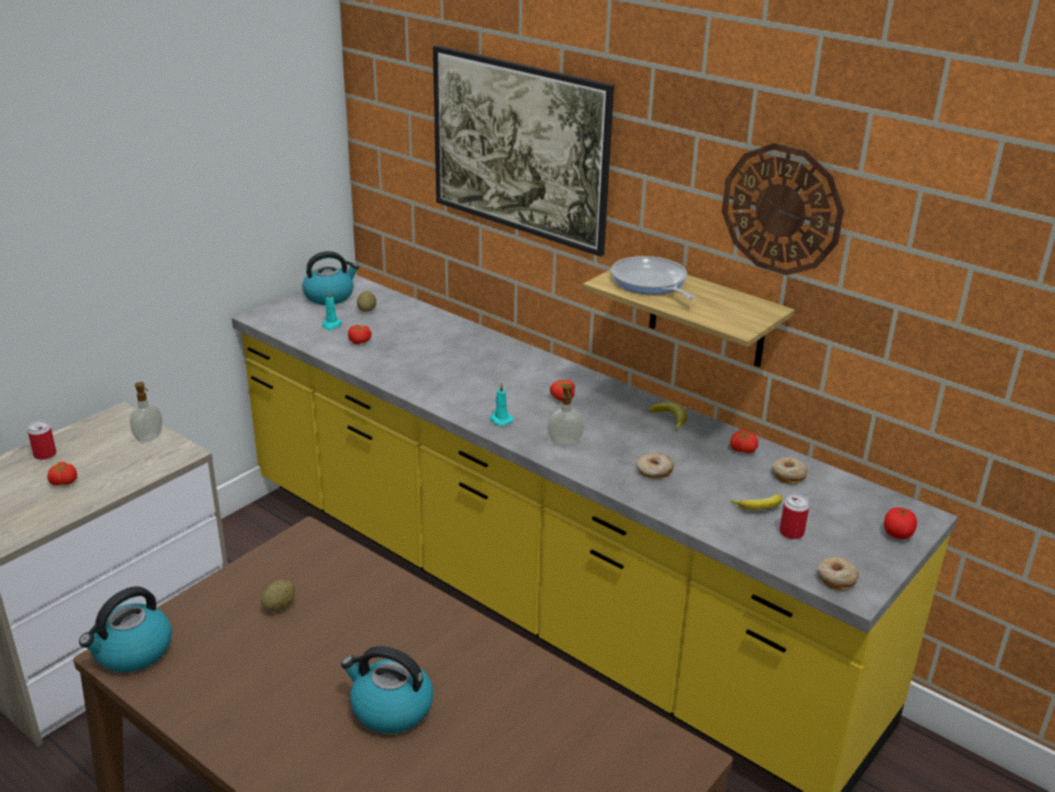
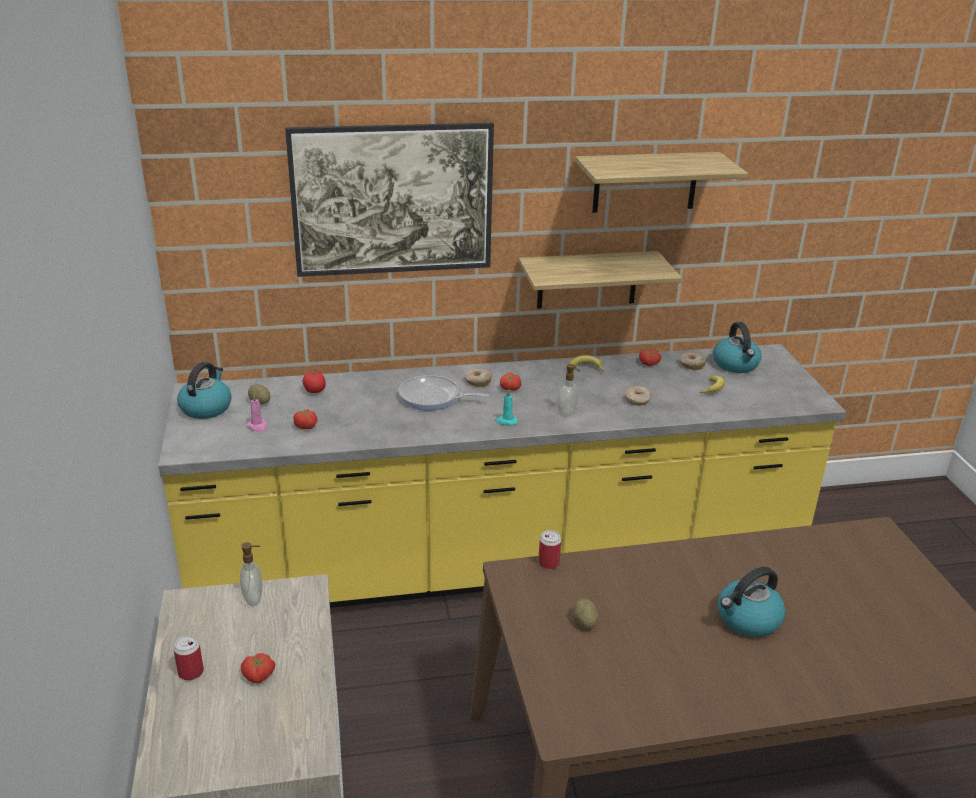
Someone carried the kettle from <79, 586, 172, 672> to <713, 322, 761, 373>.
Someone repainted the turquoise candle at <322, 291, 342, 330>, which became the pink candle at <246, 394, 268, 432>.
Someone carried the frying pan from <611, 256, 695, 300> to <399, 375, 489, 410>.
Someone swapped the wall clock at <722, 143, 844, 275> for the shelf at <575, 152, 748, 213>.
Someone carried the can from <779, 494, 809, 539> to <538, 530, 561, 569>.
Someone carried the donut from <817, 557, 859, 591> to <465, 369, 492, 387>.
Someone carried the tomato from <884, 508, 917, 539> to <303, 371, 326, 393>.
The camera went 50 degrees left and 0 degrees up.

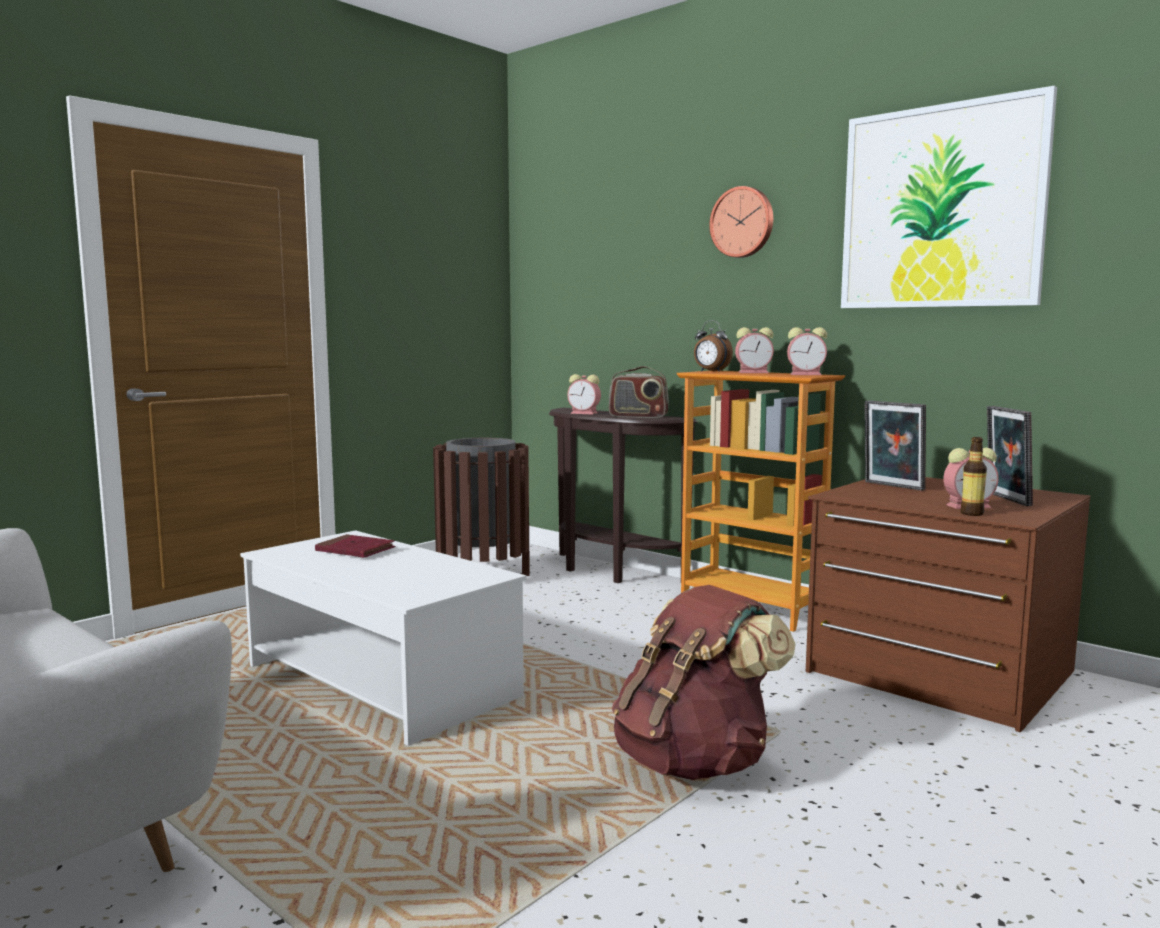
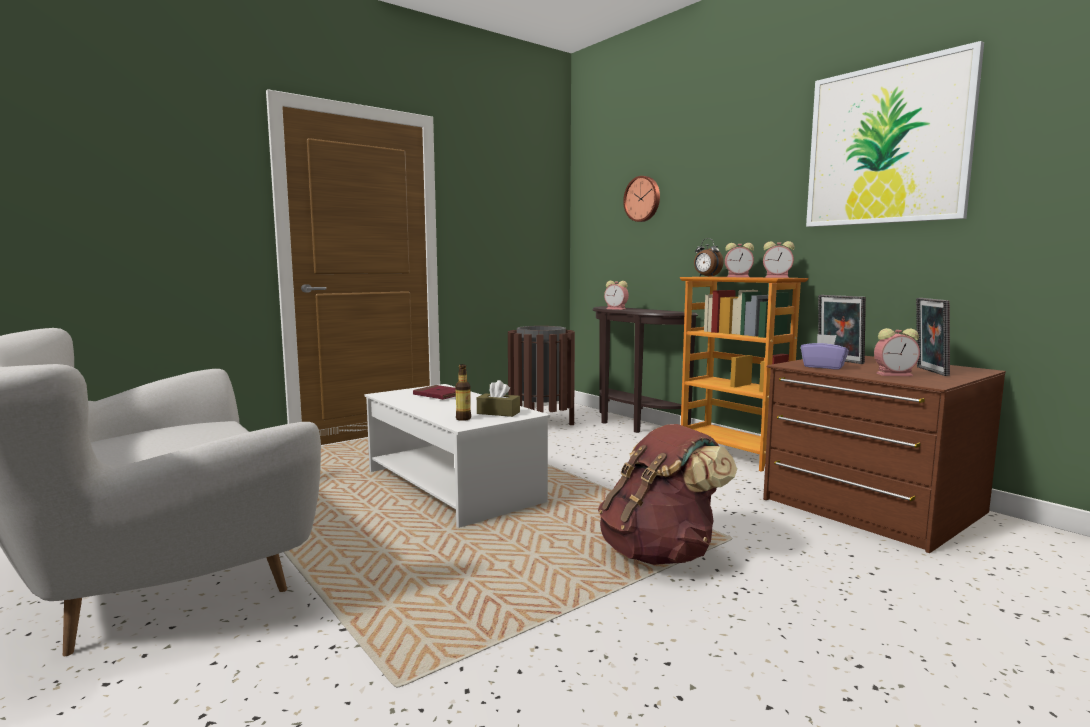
Someone took away the radio at <609, 366, 669, 418>.
Someone carried the wall clock from <709, 186, 773, 258> to <623, 176, 660, 222>.
Someone carried the bottle from <960, 437, 987, 516> to <455, 364, 471, 421>.
Someone put down the brown tissue box at <477, 380, 520, 417>.
Someone put down the purple tissue box at <801, 334, 849, 369>.
The camera went 10 degrees right and 0 degrees up.

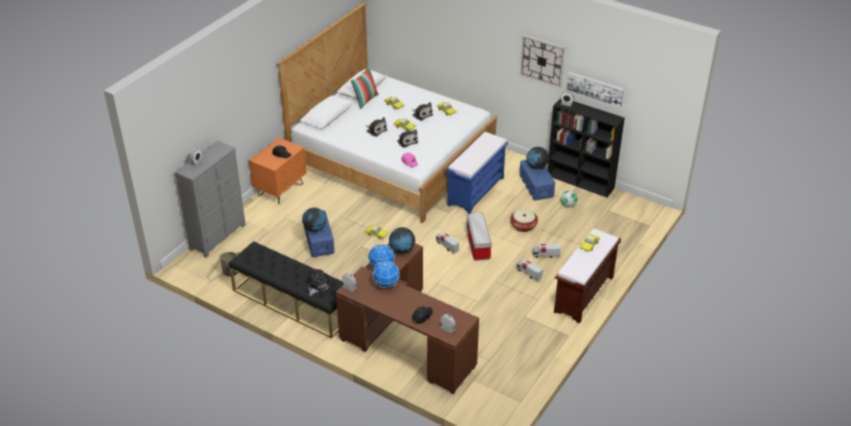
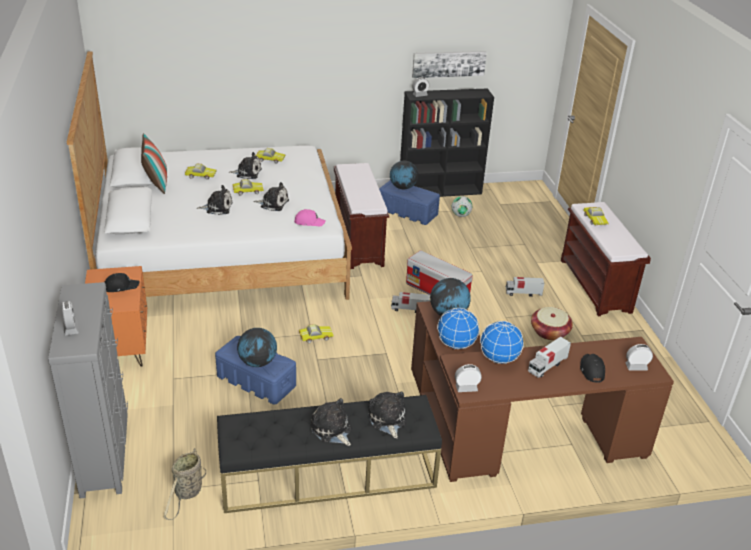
Someone repainted the blue bench at <446, 132, 508, 214>, which became the brown bench at <334, 163, 389, 269>.
Someone carried the basket from <510, 209, 538, 232> to <531, 307, 573, 340>.
Someone took away the wall clock at <520, 35, 565, 88>.
Someone carried the toy truck from <532, 244, 561, 258> to <528, 337, 571, 378>.
Someone put down the plush toy at <310, 398, 352, 446>.
The camera went 45 degrees left and 5 degrees down.

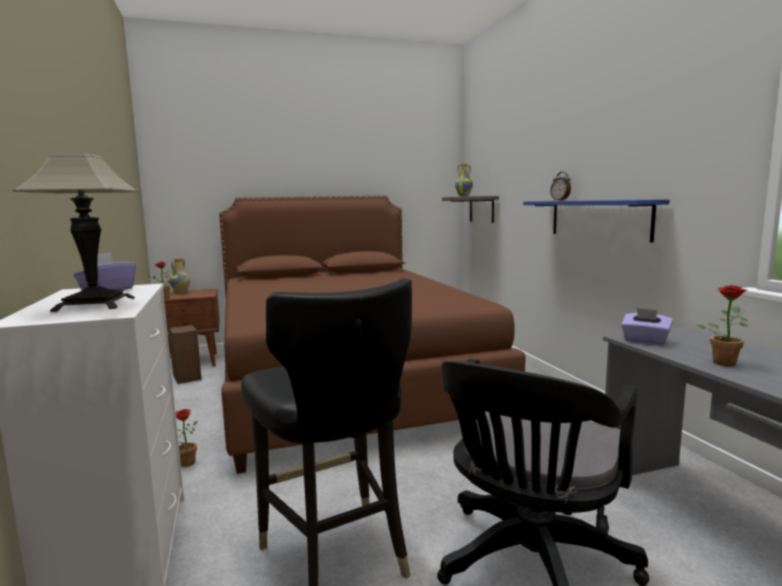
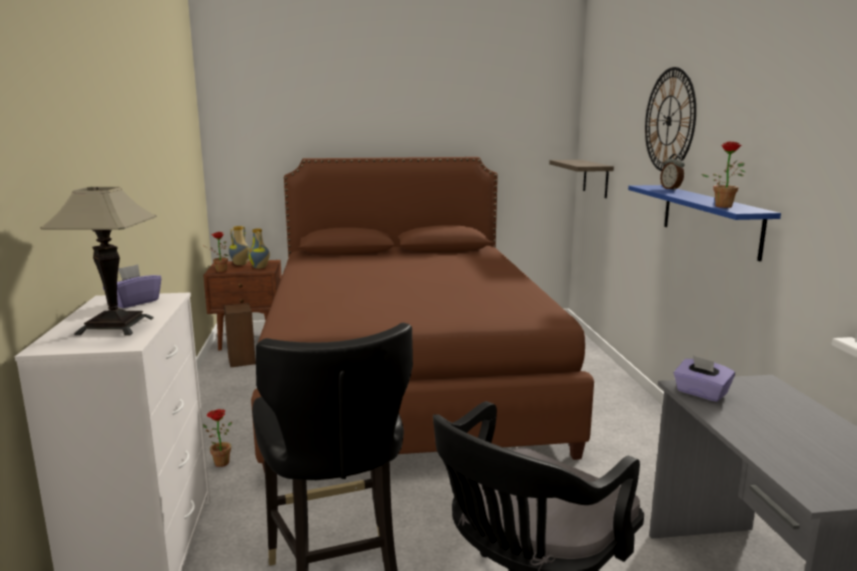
Someone carried the vase from <455, 163, 473, 197> to <248, 228, 270, 269>.
Someone carried the potted plant from <697, 285, 748, 366> to <702, 142, 746, 208>.
Someone put up the wall clock at <645, 67, 696, 171>.
The camera went 10 degrees right and 5 degrees up.

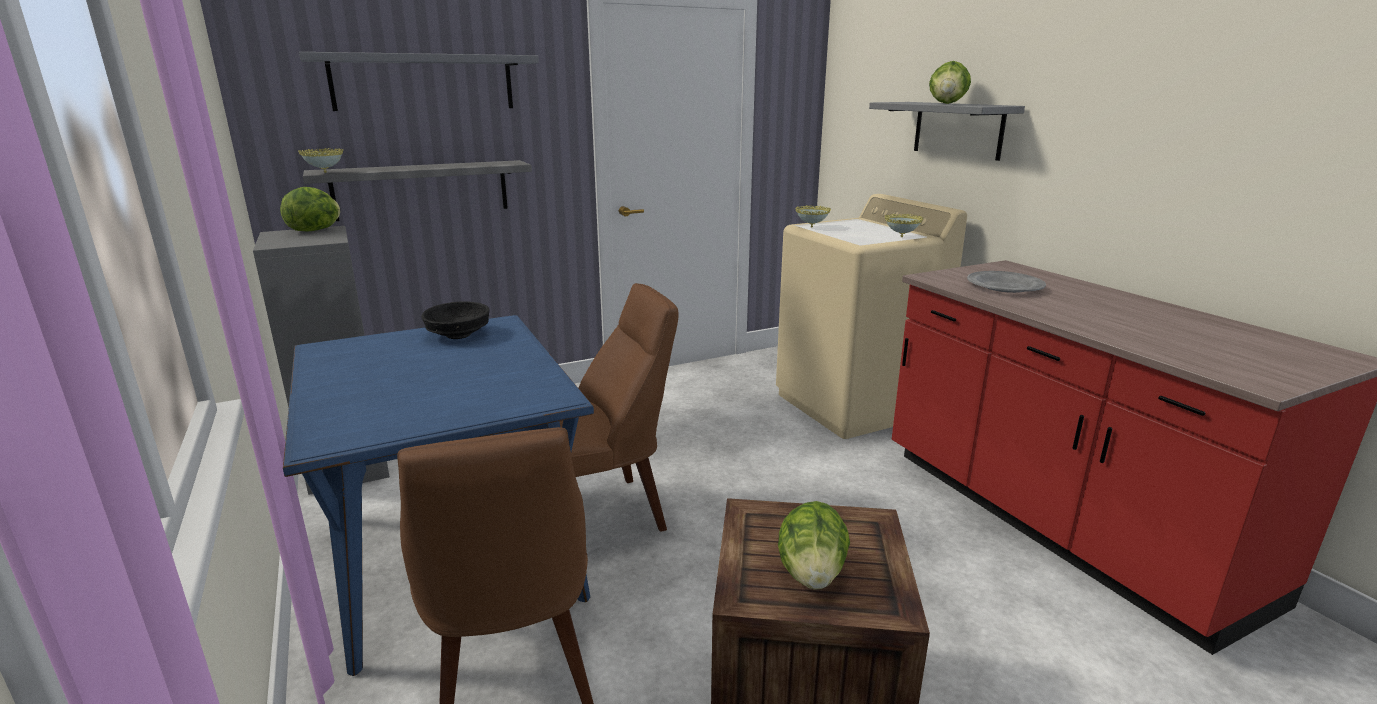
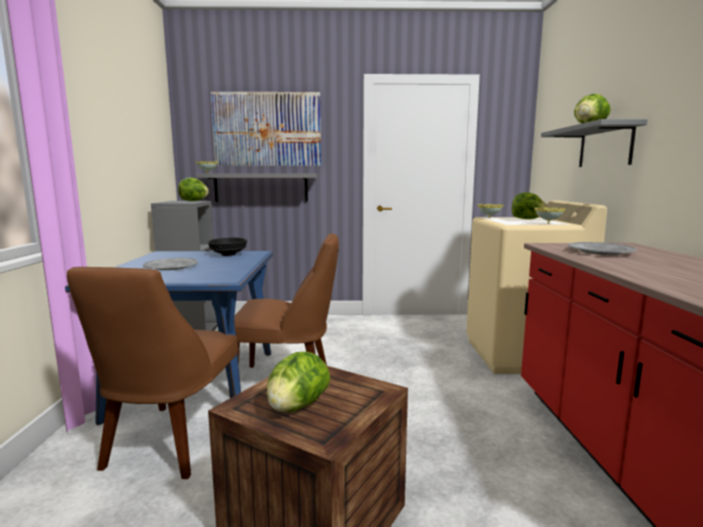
Someone swapped the grey shelf at <299, 52, 539, 111> for the picture at <211, 92, 321, 166>.
Someone put down the grey plate at <143, 258, 198, 270>.
Someone put down the lettuce at <512, 192, 547, 219>.
The camera went 25 degrees right and 10 degrees down.

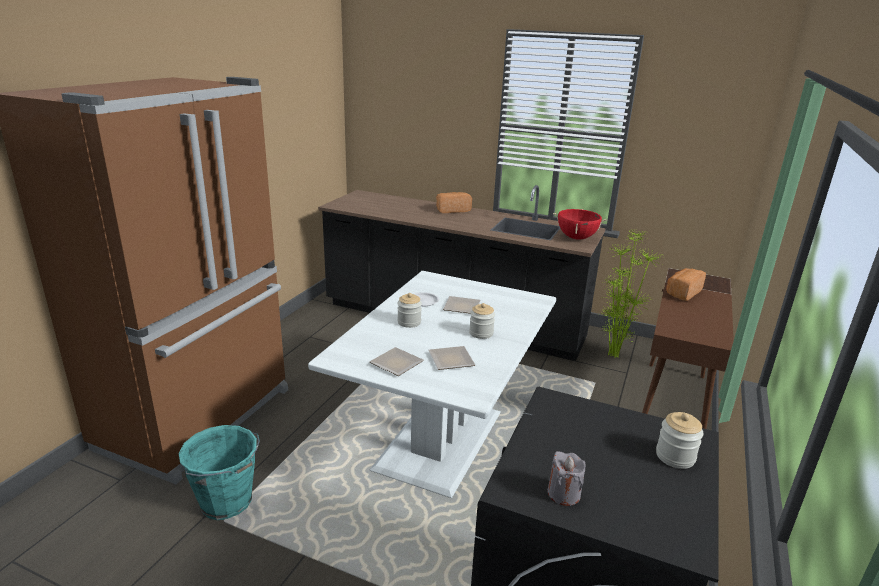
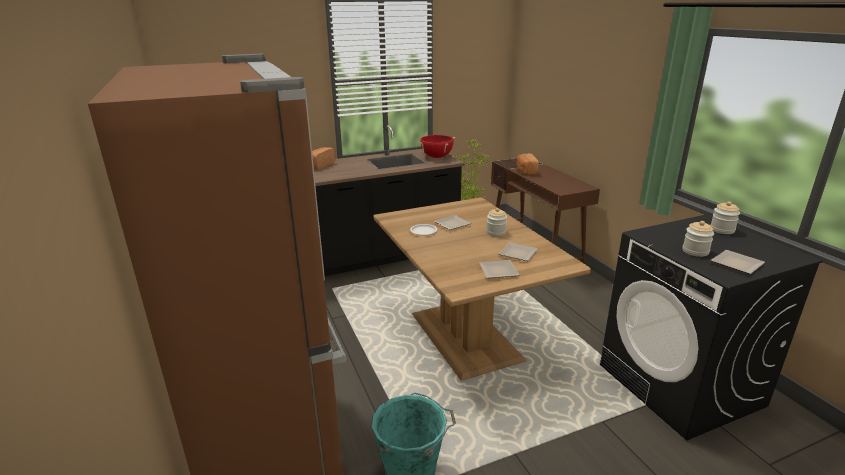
Someone repainted the white dining table at <308, 271, 556, 498>, which became the brown dining table at <374, 197, 591, 381>.
Someone carried the jar from <397, 293, 422, 328> to <683, 221, 714, 257>.
Someone swapped the grey candle at <548, 451, 585, 506> for the plate at <711, 250, 765, 274>.
The camera went 45 degrees left and 0 degrees up.

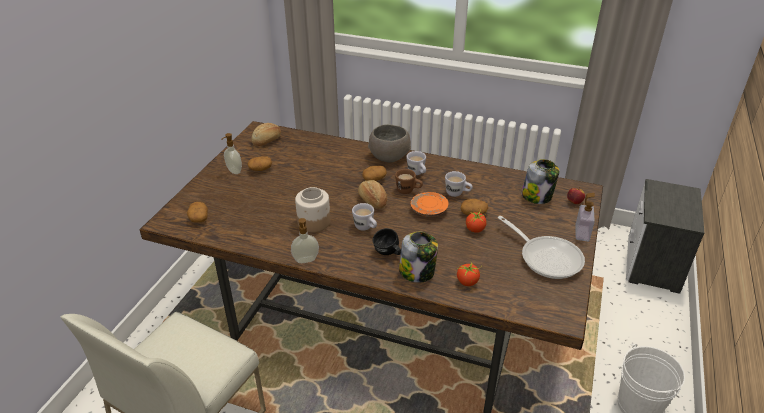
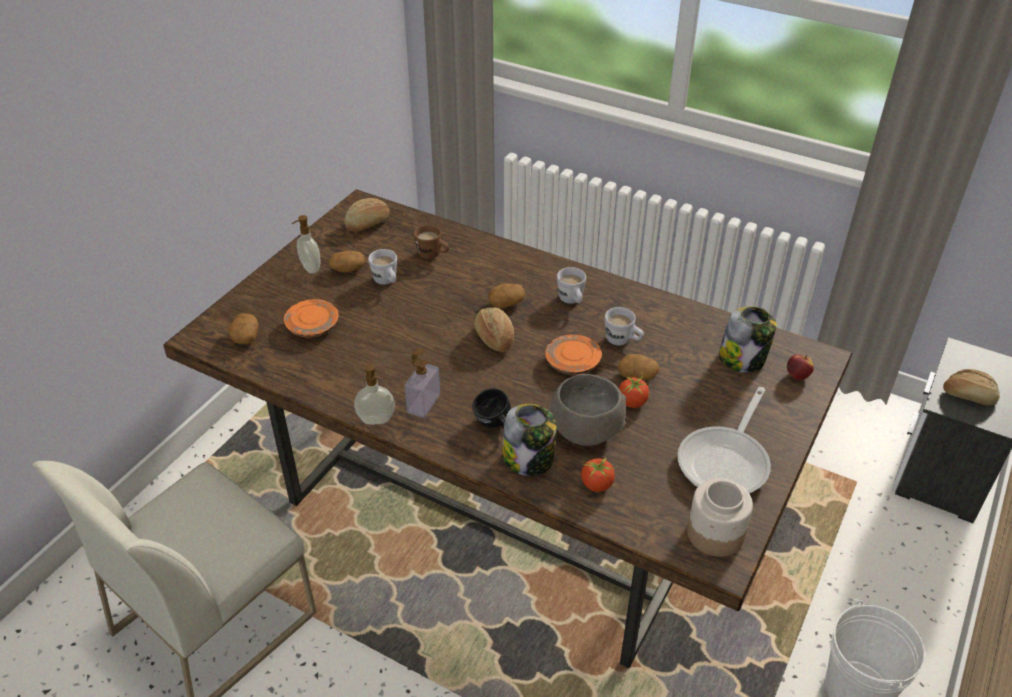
Someone carried the jar from <295, 187, 330, 232> to <687, 478, 753, 557>.
Someone carried the white mug from <352, 203, 377, 231> to <368, 249, 397, 285>.
Someone carried the grey bowl from <368, 124, 411, 162> to <549, 374, 627, 446>.
Someone carried the brown mug from <395, 169, 423, 194> to <413, 225, 449, 259>.
Someone rotated the frying pan at <498, 216, 585, 279> by 60 degrees clockwise.
Someone carried the soap dispenser from <575, 193, 595, 242> to <405, 348, 440, 418>.
Someone put down the orange plate at <284, 299, 339, 338>.
Someone put down the bread at <943, 369, 1000, 405>.
The camera went 10 degrees right and 5 degrees up.

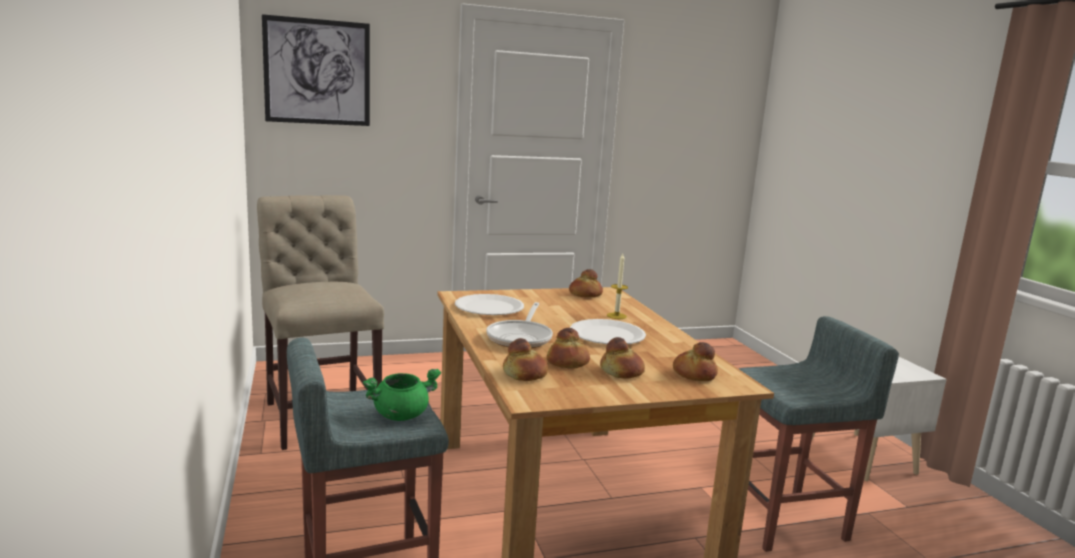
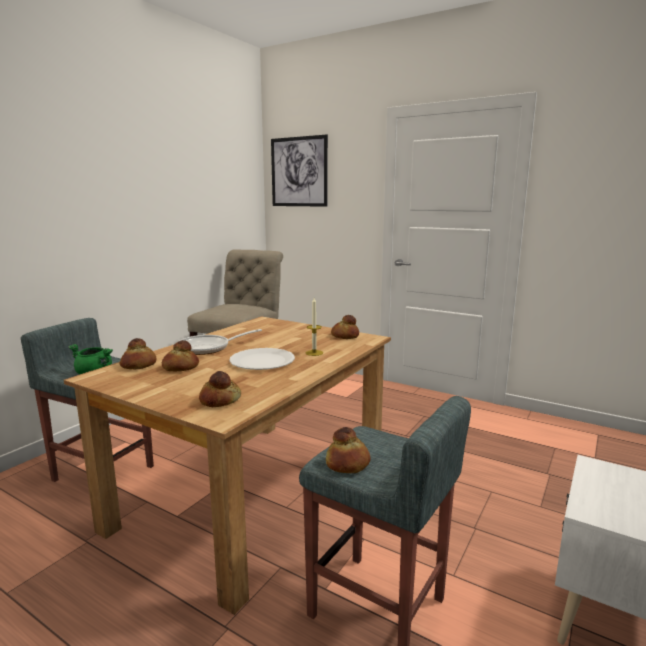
Someone took away the white plate at <455, 294, 524, 315>.
Someone carried the bread from <600, 337, 645, 379> to <326, 427, 371, 473>.
The camera went 50 degrees right and 0 degrees up.

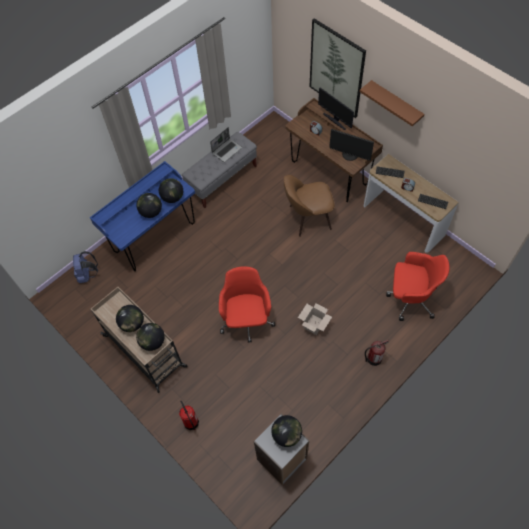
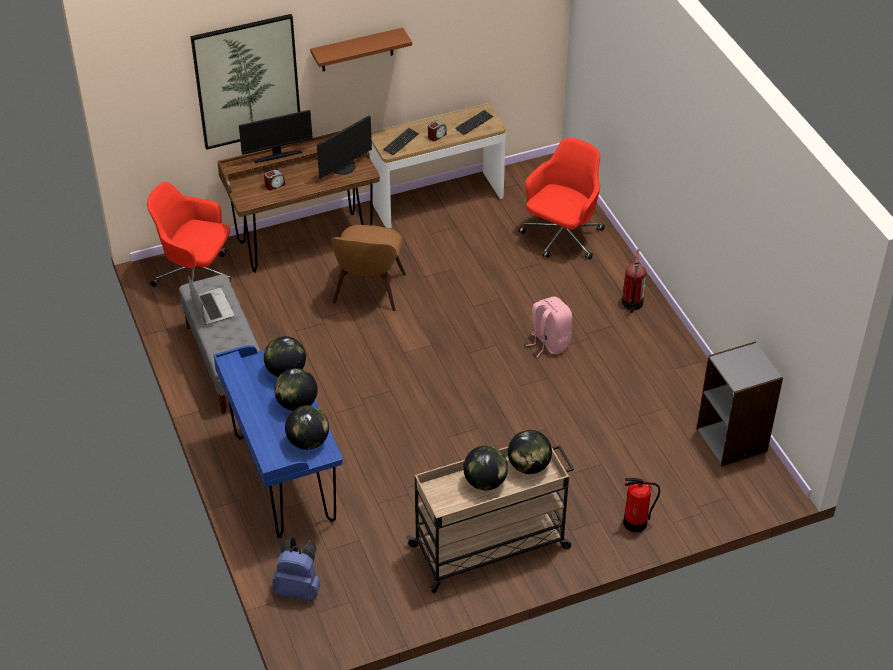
Someone carried the red office chair from <219, 266, 275, 343> to <147, 182, 231, 287>.
Someone carried the globe from <271, 415, 302, 447> to <285, 406, 329, 450>.
Someone swapped the cardboard box at <298, 303, 332, 335> for the pink backpack at <526, 296, 572, 357>.
The camera went 70 degrees left and 15 degrees down.

